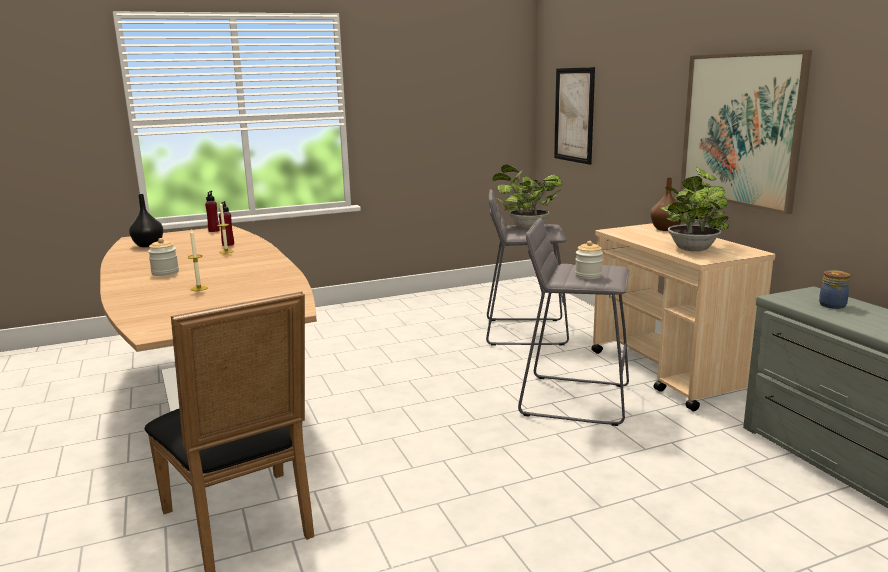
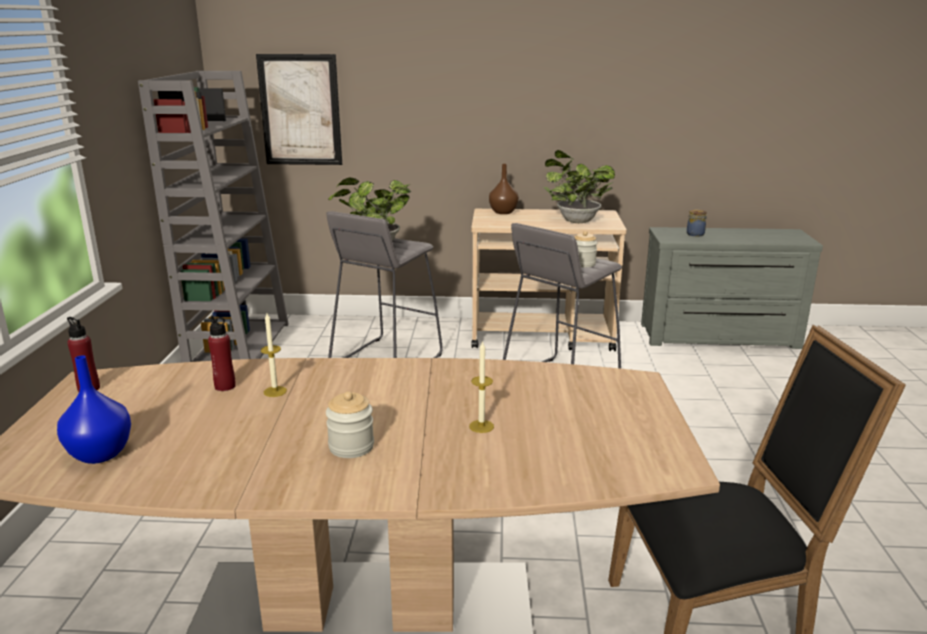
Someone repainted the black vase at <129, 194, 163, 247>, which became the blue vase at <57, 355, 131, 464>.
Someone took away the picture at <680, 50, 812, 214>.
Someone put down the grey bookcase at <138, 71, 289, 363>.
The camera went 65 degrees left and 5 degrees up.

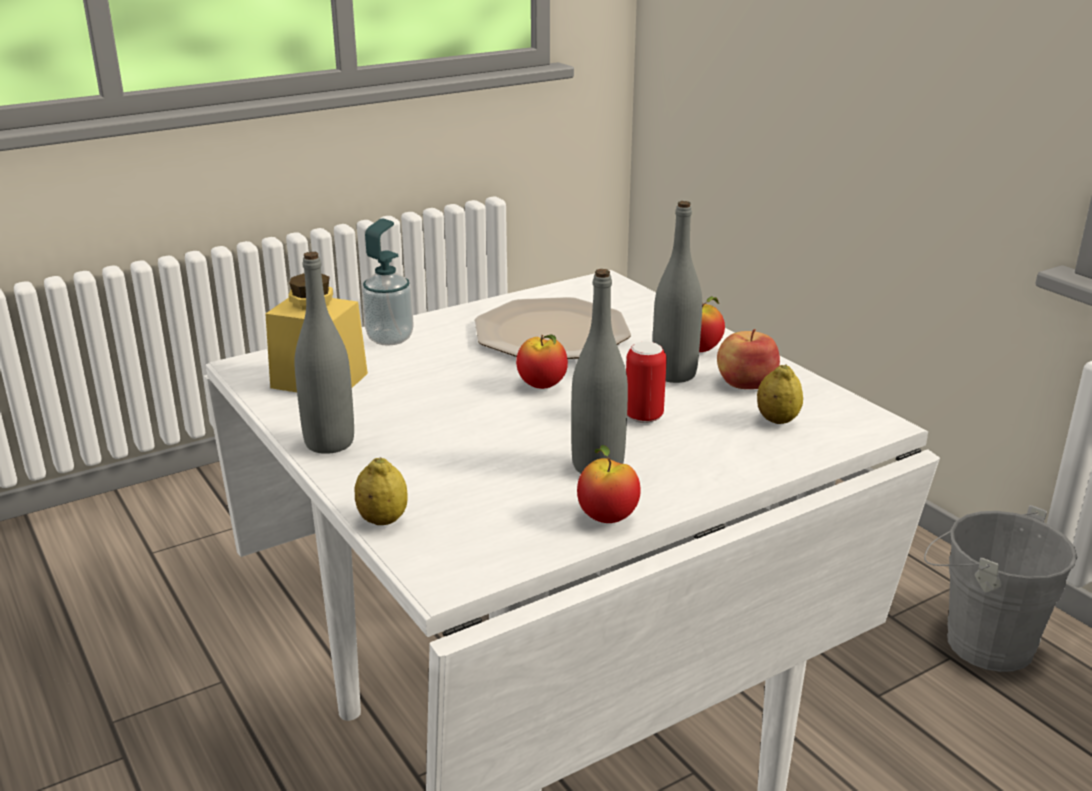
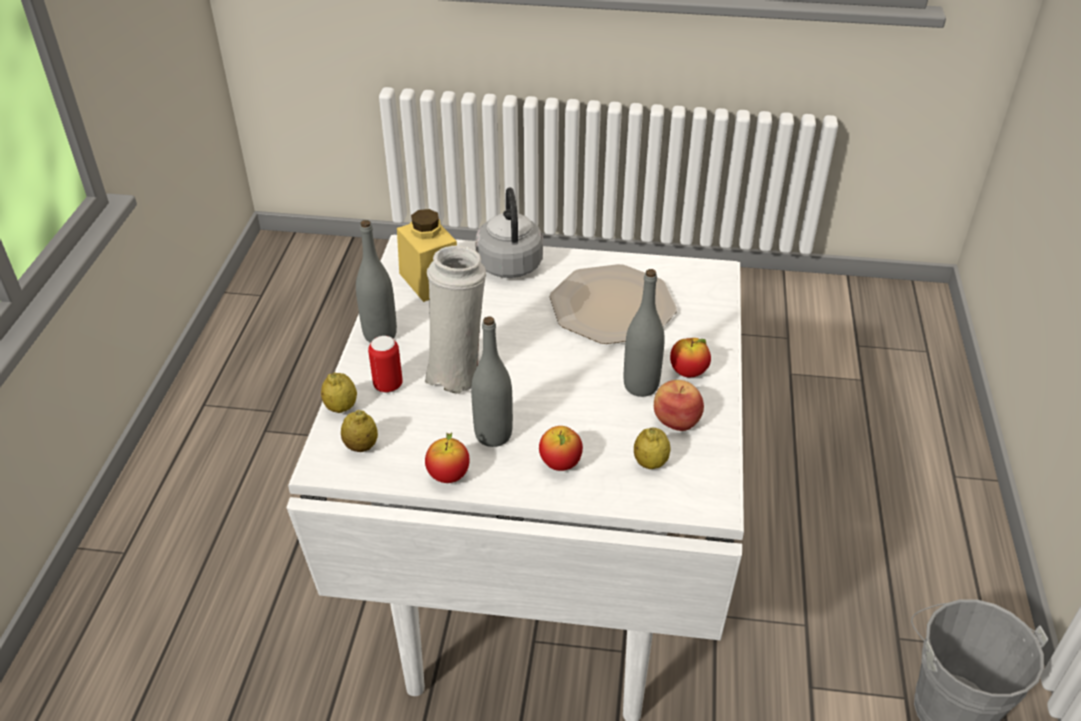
Someone swapped the soap dispenser at <362, 218, 414, 346> for the grey kettle at <475, 187, 543, 278>.
Someone carried the apple from <516, 334, 568, 389> to <539, 426, 583, 471>.
Someone carried the can from <626, 342, 667, 423> to <368, 336, 403, 393>.
Someone put down the lemon at <341, 410, 378, 452>.
Someone put down the white vase at <425, 245, 486, 394>.
The camera went 40 degrees right and 15 degrees up.

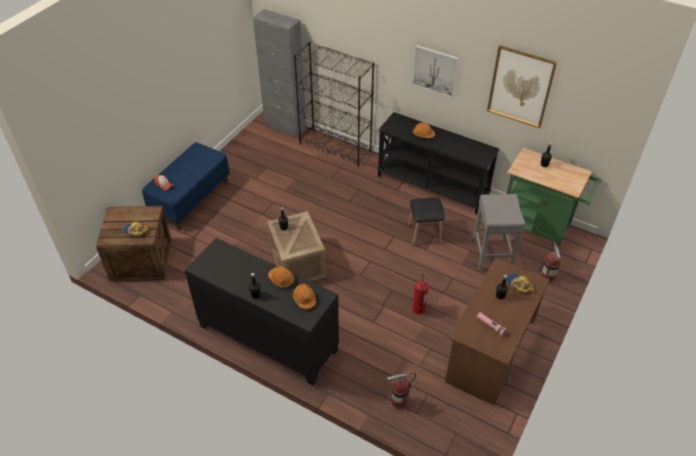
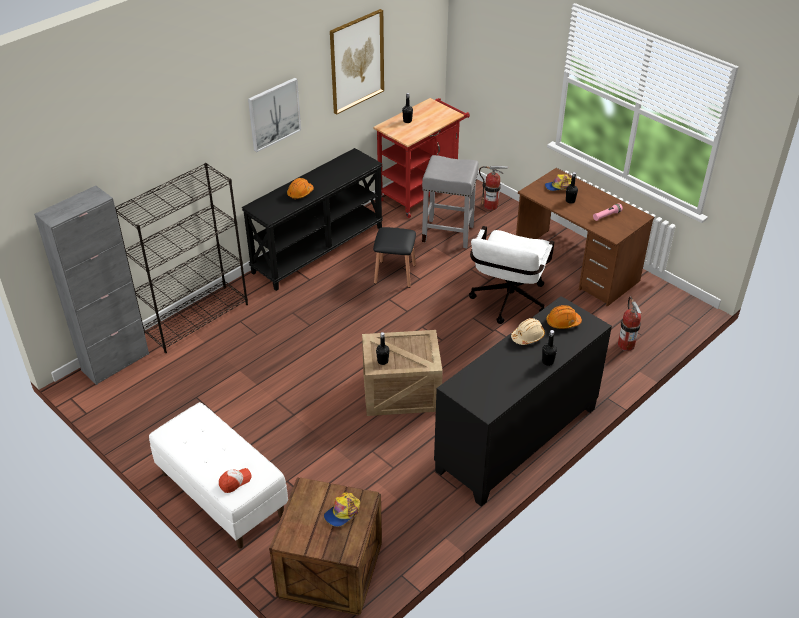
Someone repainted the blue bench at <142, 142, 230, 230>, which became the white bench at <149, 402, 288, 548>.
Someone repainted the orange hard hat at <268, 266, 295, 287>, which became the beige hard hat at <511, 318, 545, 345>.
Someone swapped the fire extinguisher at <412, 273, 429, 314> for the white office chair at <469, 226, 554, 324>.
Someone repainted the green cart at <507, 148, 601, 249>, which became the red cart at <373, 98, 470, 218>.
The camera went 75 degrees left and 5 degrees down.

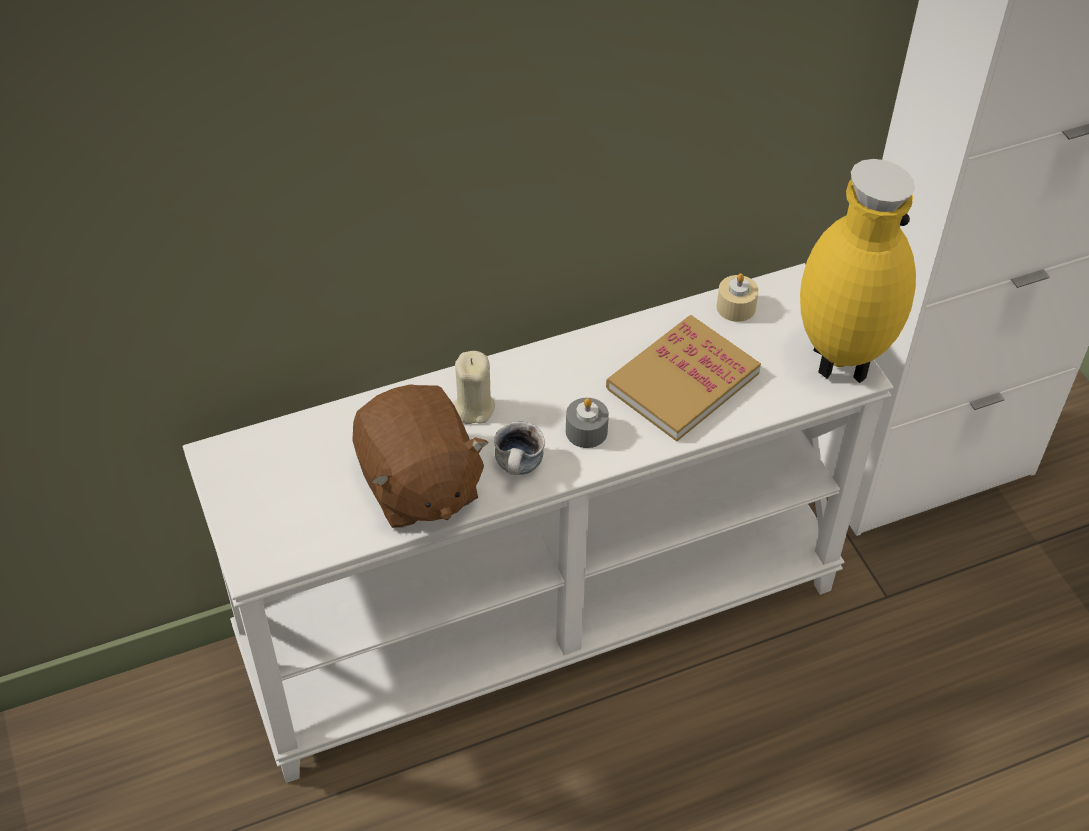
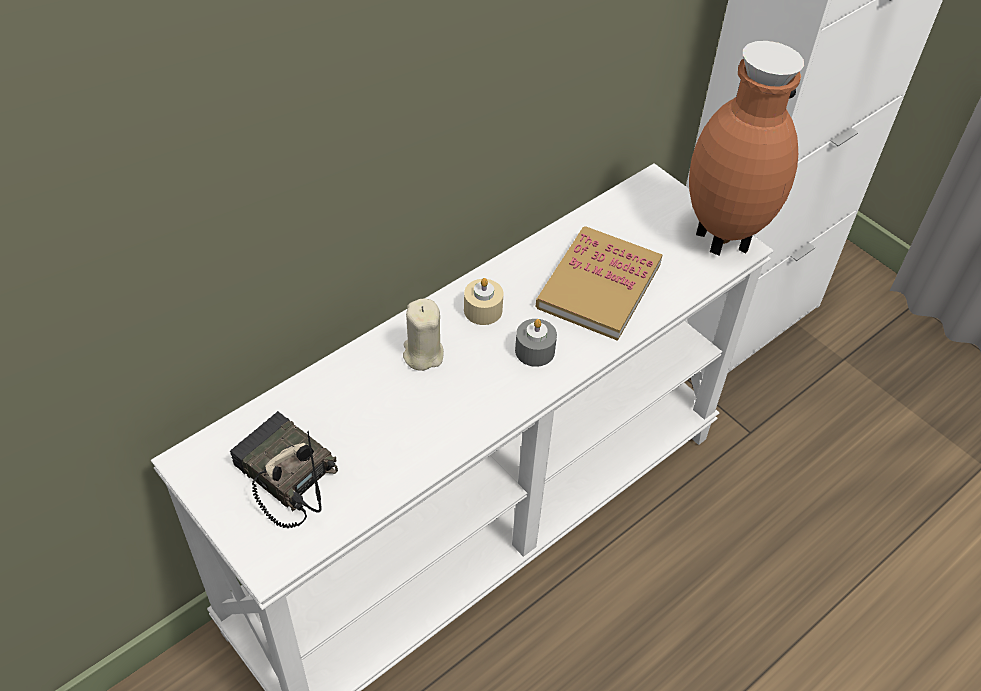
Someone took away the brown plush toy at <352, 384, 489, 528>.
Someone took away the mug at <494, 422, 545, 475>.
Someone carried the beige candle from <716, 273, 759, 322> to <464, 278, 504, 325>.
Someone repainted the yellow vase at <800, 159, 916, 383>, which became the brown vase at <689, 41, 804, 256>.
Someone put down the radio at <230, 411, 338, 528>.
The camera went 20 degrees left and 0 degrees up.

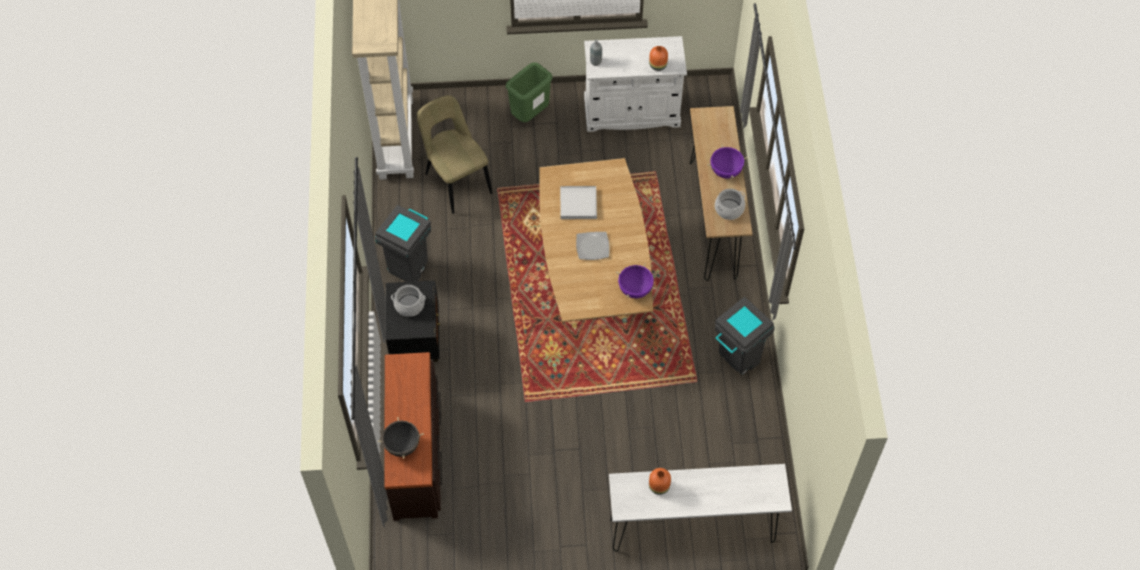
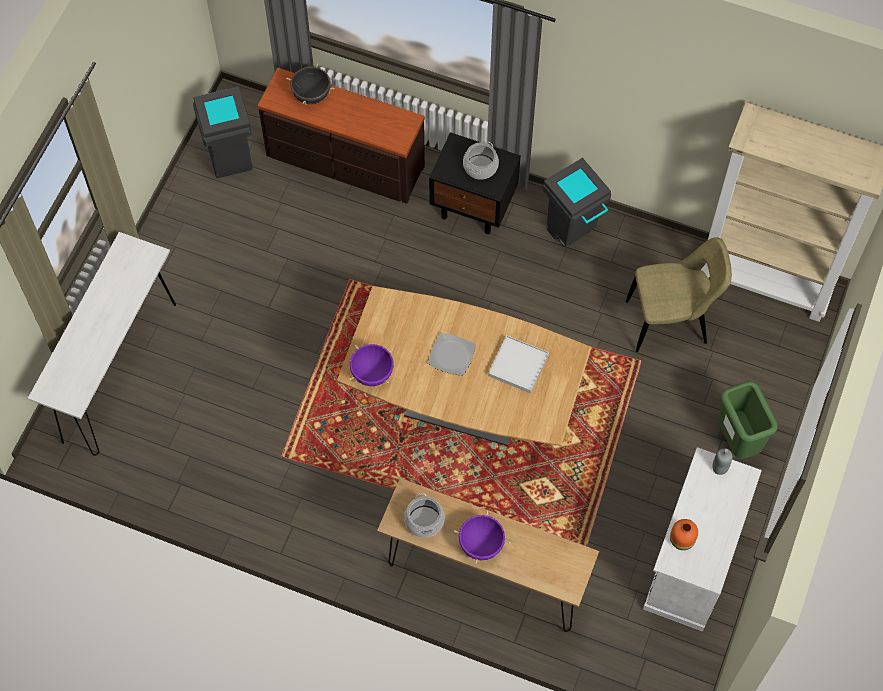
Someone took away the orange vase at <649, 468, 671, 495>.
Someone carried the grey trash can from <715, 297, 775, 375> to <193, 86, 253, 178>.
The camera went 115 degrees right and 5 degrees up.

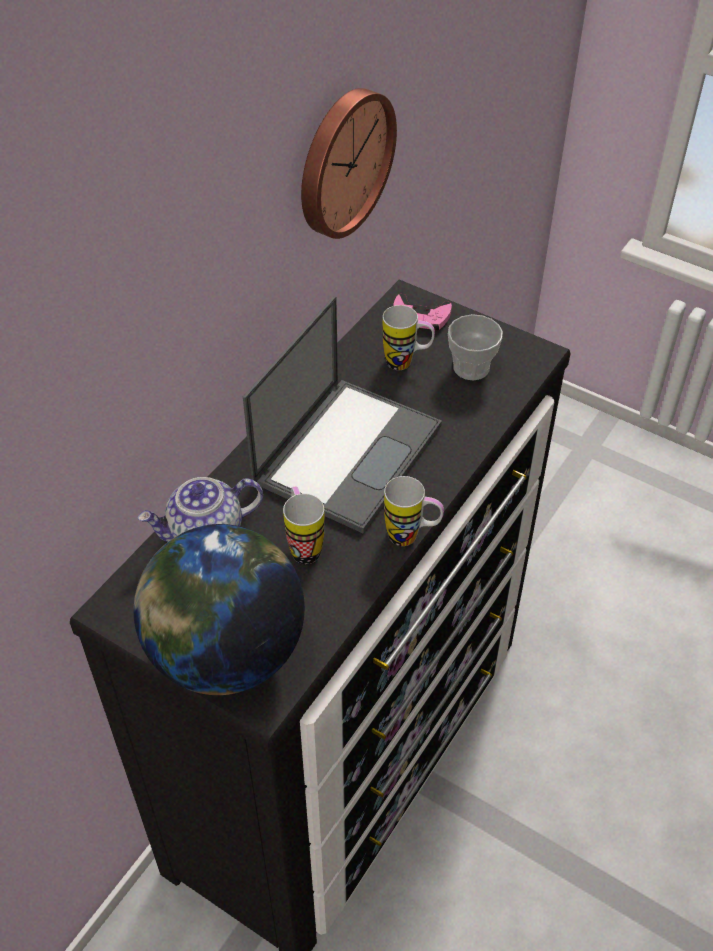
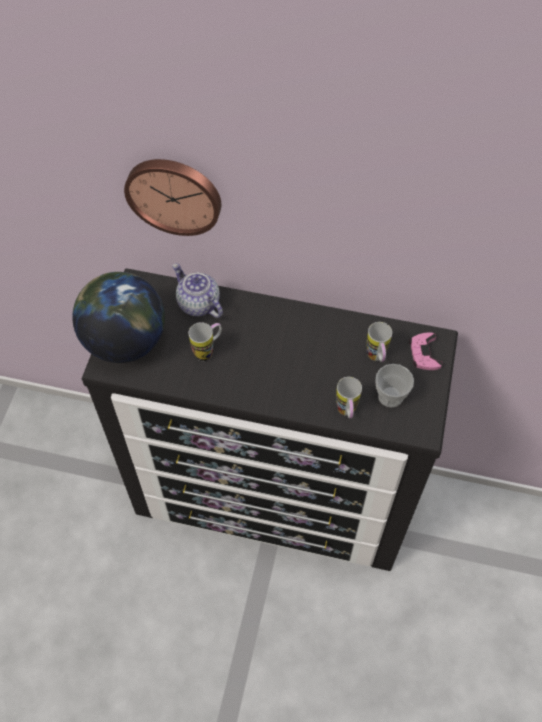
Someone took away the laptop at <243, 296, 442, 533>.
Someone carried the wall clock from <301, 88, 397, 239> to <124, 159, 221, 236>.
Someone carried the mug from <384, 476, 444, 546> to <336, 377, 362, 418>.
The camera went 70 degrees right and 10 degrees up.

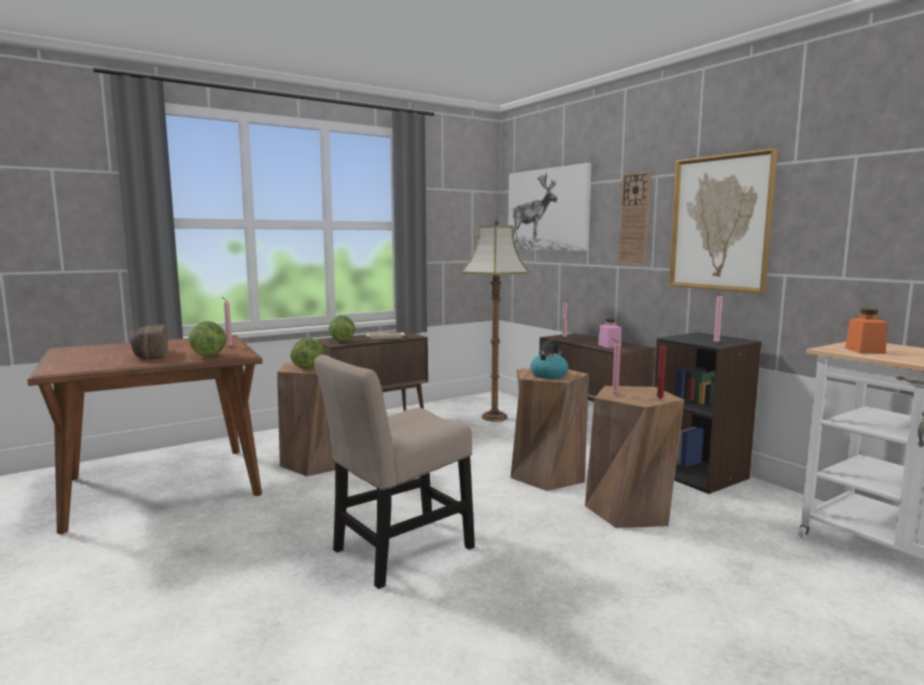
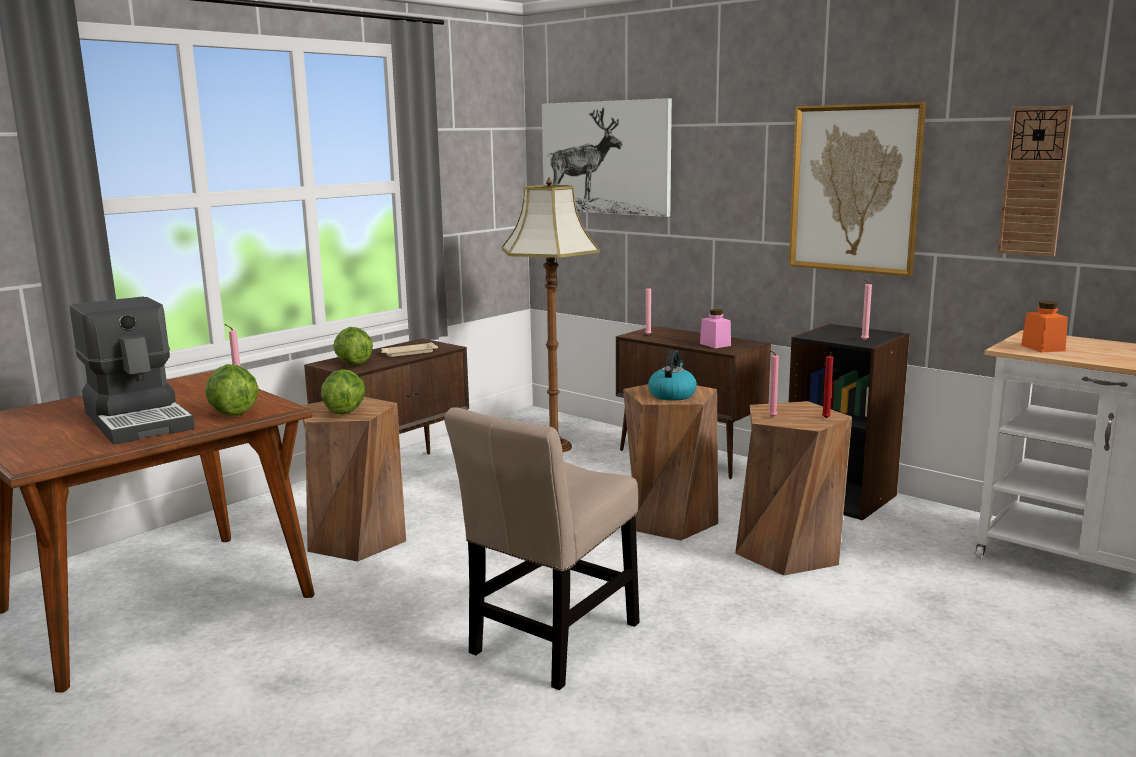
Someone swapped the bread at <130, 325, 168, 359> for the coffee machine at <70, 297, 195, 445>.
Someone carried the wall clock from <619, 171, 651, 266> to <997, 106, 1073, 257>.
The camera went 15 degrees left and 5 degrees up.

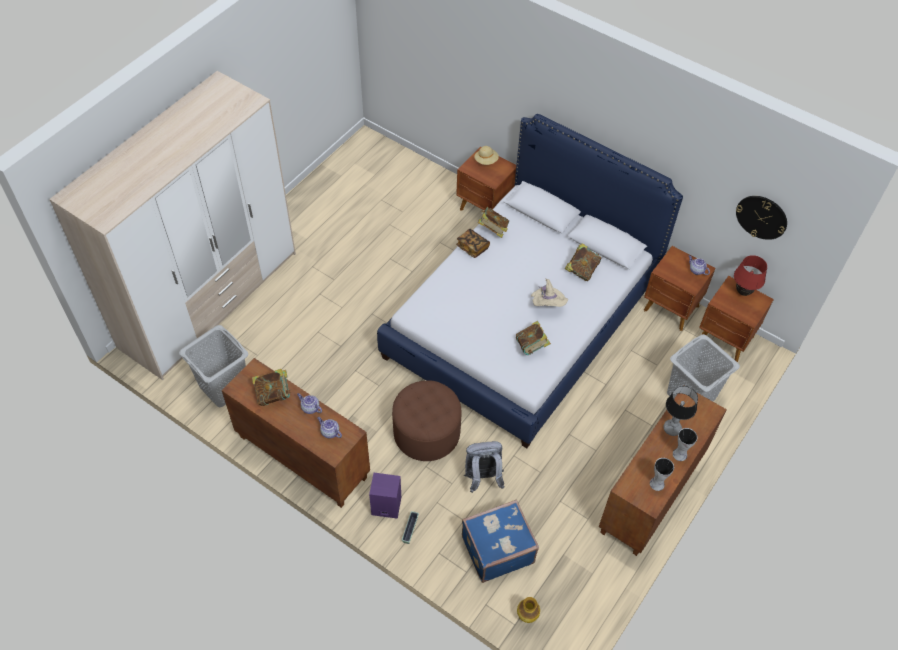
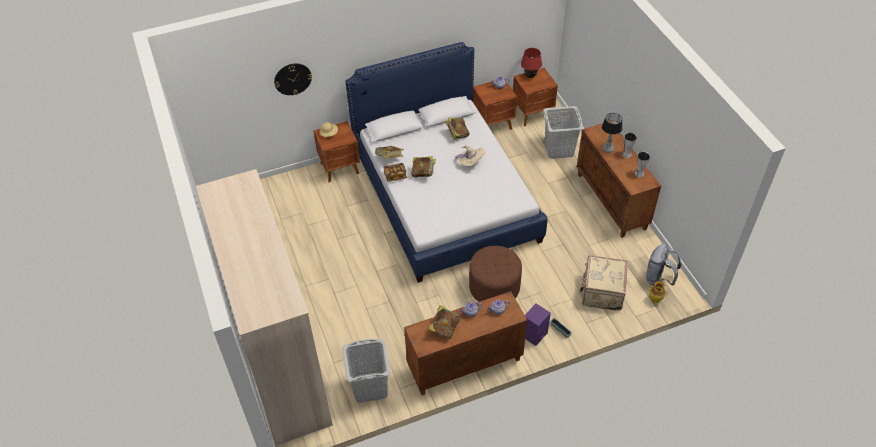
Someone repainted the blue suitcase at <462, 500, 539, 583>, which became the beige suitcase at <580, 255, 628, 311>.
Someone carried the grey backpack from <464, 441, 504, 493> to <646, 244, 681, 285>.
Someone carried the book from <516, 321, 551, 355> to <411, 156, 436, 178>.
Someone carried the wall clock from <736, 196, 787, 240> to <274, 64, 312, 95>.
The camera went 55 degrees left and 5 degrees down.

